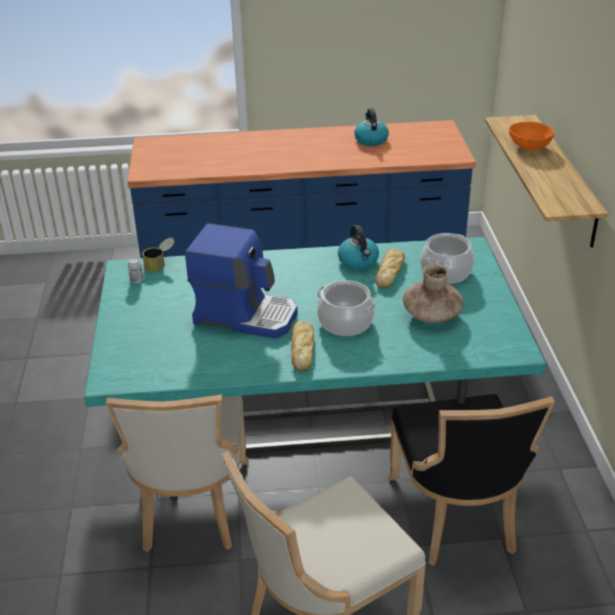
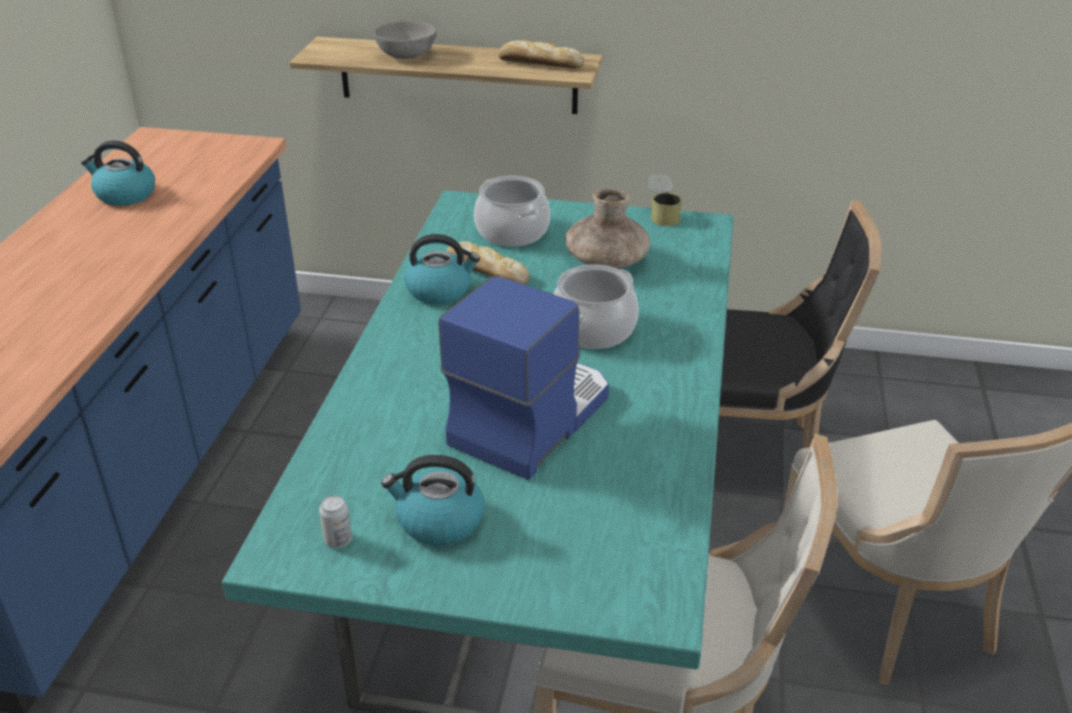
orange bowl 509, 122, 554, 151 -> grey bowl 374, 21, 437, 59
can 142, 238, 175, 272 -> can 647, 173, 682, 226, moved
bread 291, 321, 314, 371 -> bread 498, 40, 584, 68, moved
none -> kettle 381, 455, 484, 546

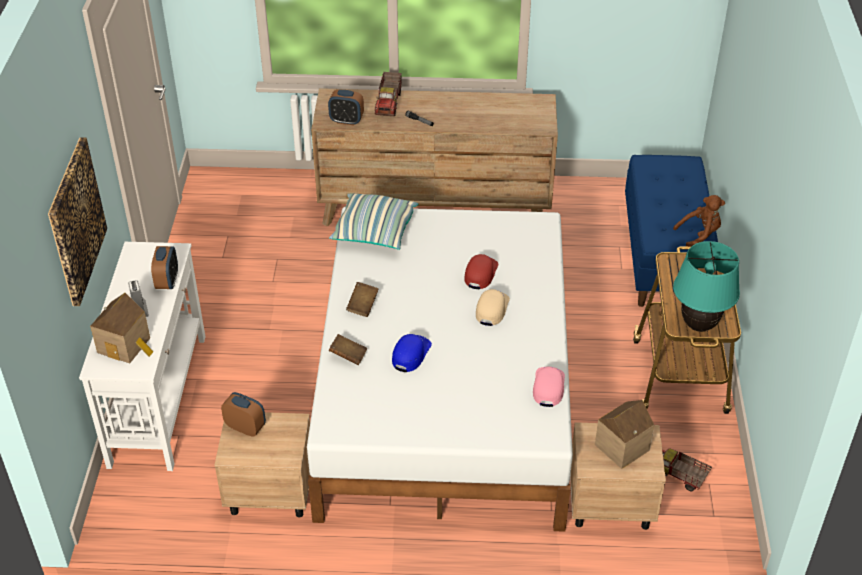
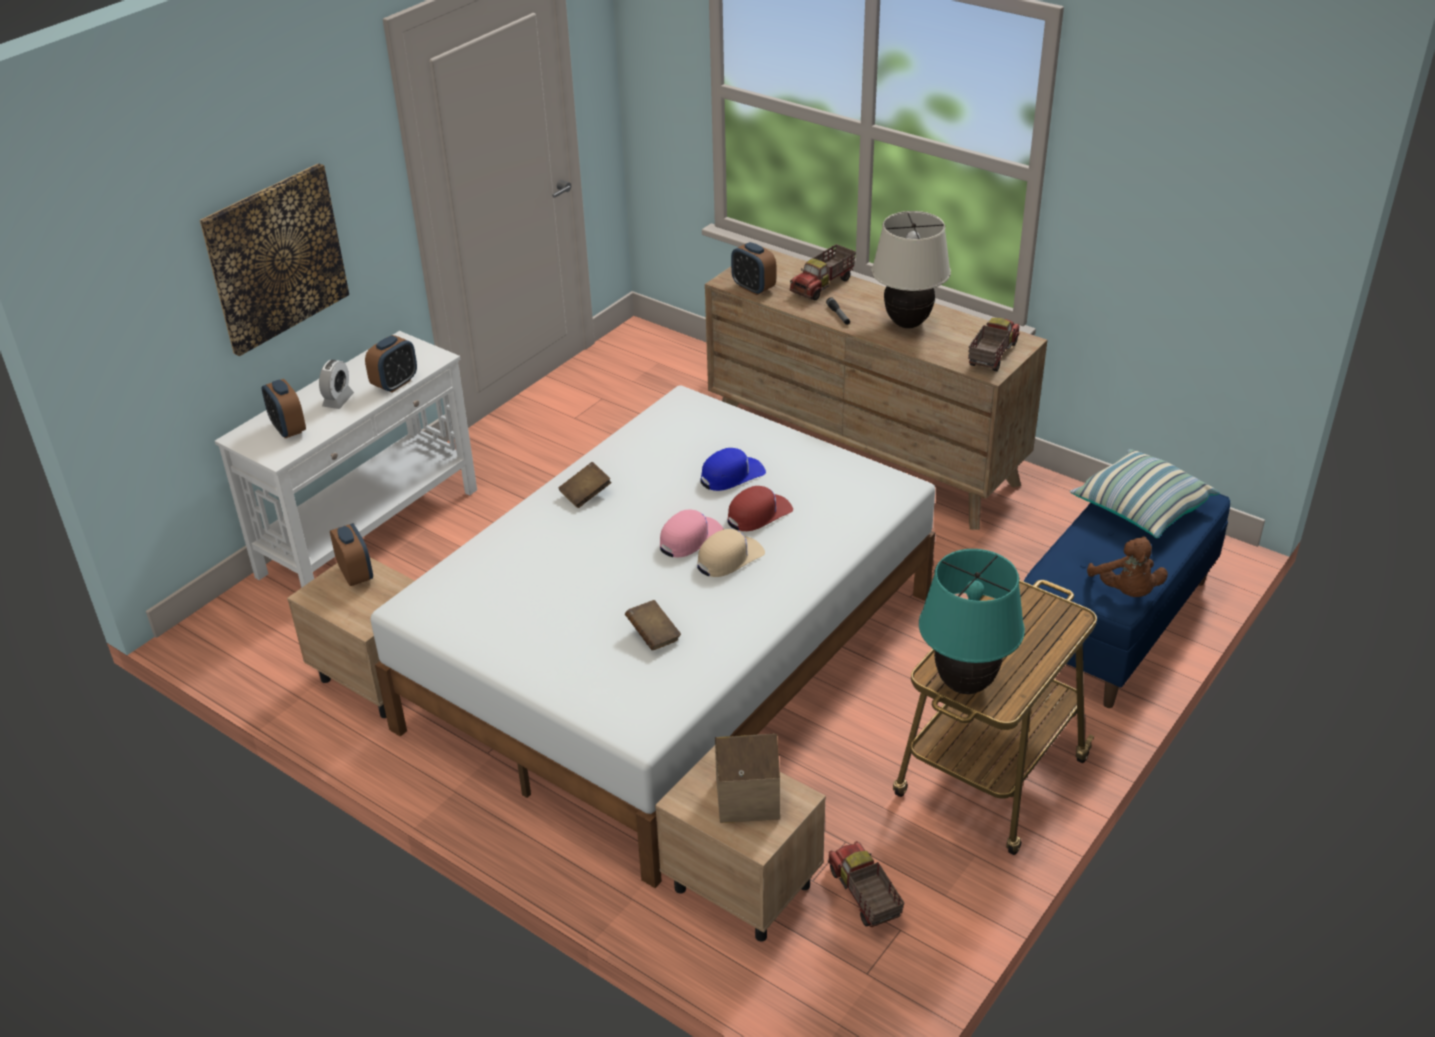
pillow 329, 194, 418, 250 -> pillow 1070, 449, 1220, 538, moved
brown plush toy 673, 195, 725, 247 -> brown plush toy 1087, 536, 1168, 597, 60 degrees clockwise
toy house 90, 293, 154, 363 -> alarm clock 262, 379, 306, 438
brown book 329, 334, 367, 365 -> brown book 625, 600, 681, 650, moved
blue cap 392, 334, 432, 372 -> blue cap 700, 448, 766, 491, moved
pink cap 533, 367, 565, 407 -> pink cap 660, 510, 724, 557, moved
none -> beige table lamp 872, 211, 951, 328
none -> toy truck 968, 318, 1020, 371

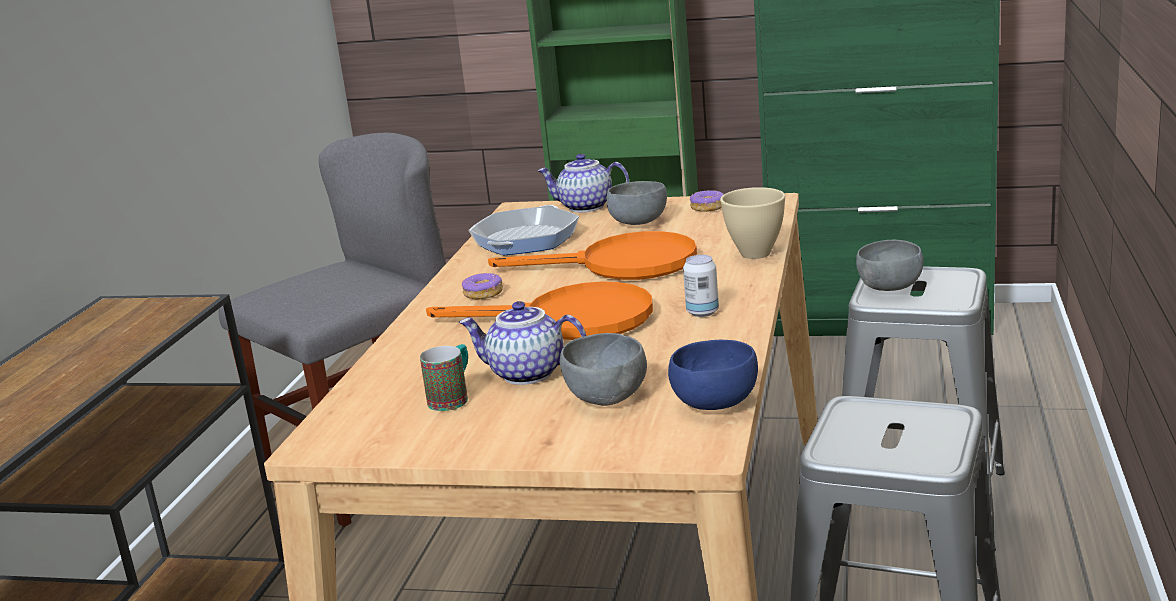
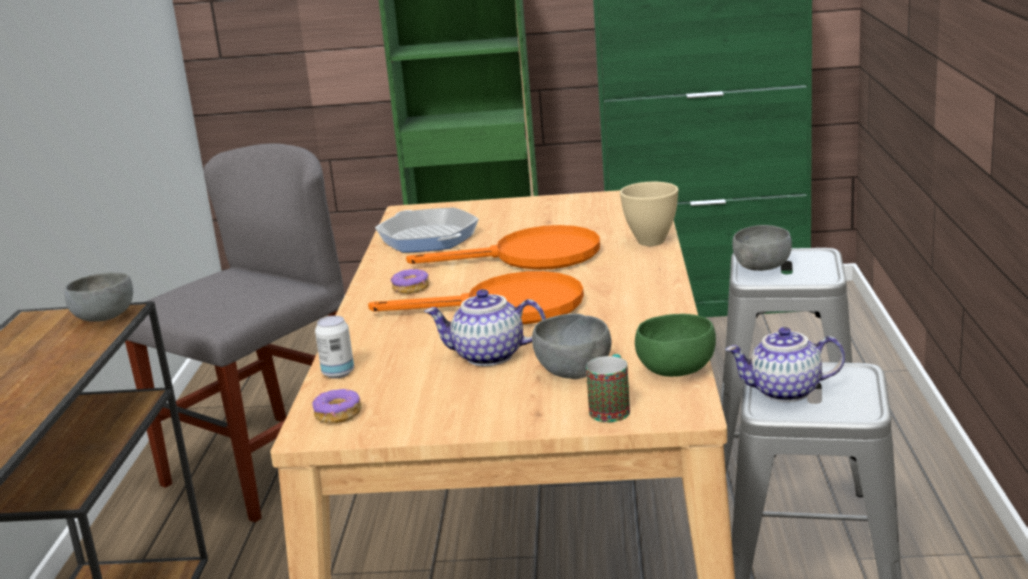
teapot 537, 154, 629, 212 -> teapot 725, 327, 845, 402, moved
grey bowl 607, 181, 667, 225 -> grey bowl 64, 272, 133, 322, moved
donut 689, 190, 724, 212 -> donut 312, 389, 362, 423, moved
frying pan 468, 205, 579, 255 -> frying pan 375, 207, 479, 253, 135 degrees clockwise
can 683, 255, 719, 317 -> can 315, 316, 354, 379, moved
blue bowl 668, 340, 758, 410 -> green bowl 635, 314, 716, 377
mug 420, 344, 468, 411 -> mug 586, 354, 630, 422, moved

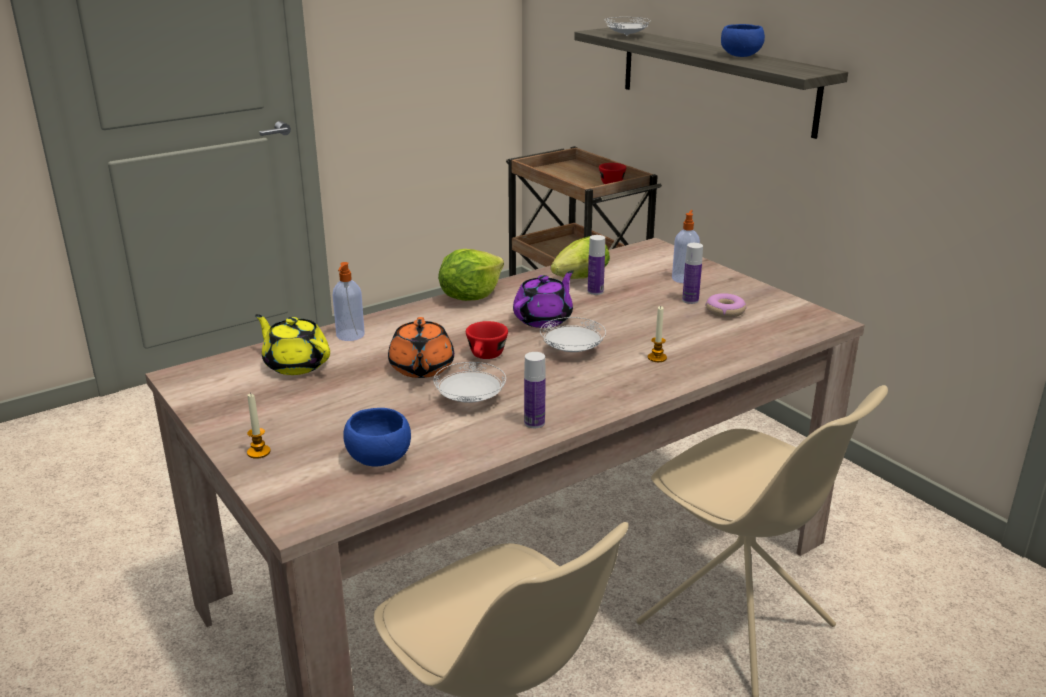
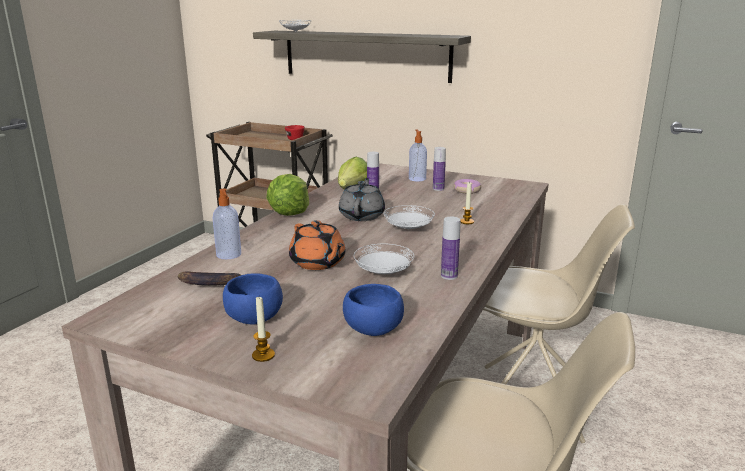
blue bowl 721, 24, 765, 57 -> blue bowl 223, 273, 283, 325, moved
purple teapot 513, 270, 574, 328 -> grey teapot 339, 178, 385, 221
yellow teapot 255, 314, 330, 375 -> banana 178, 271, 241, 285
red cup 466, 321, 508, 359 -> none

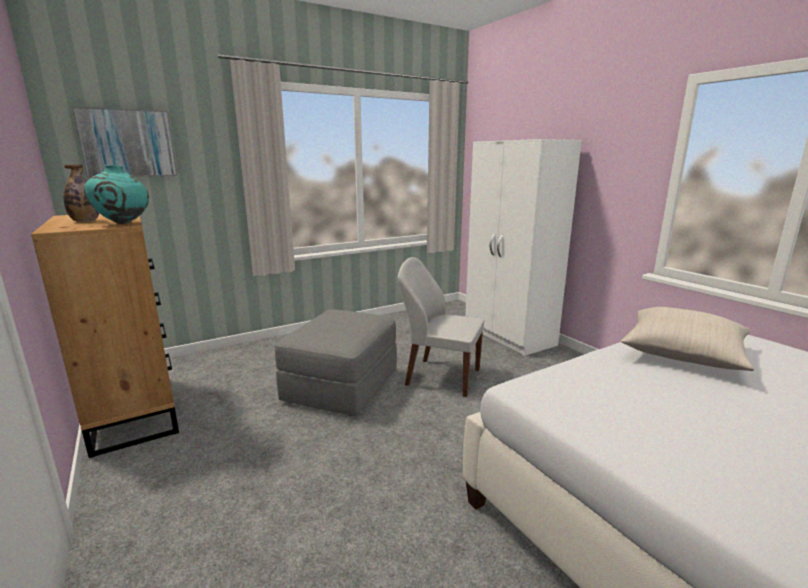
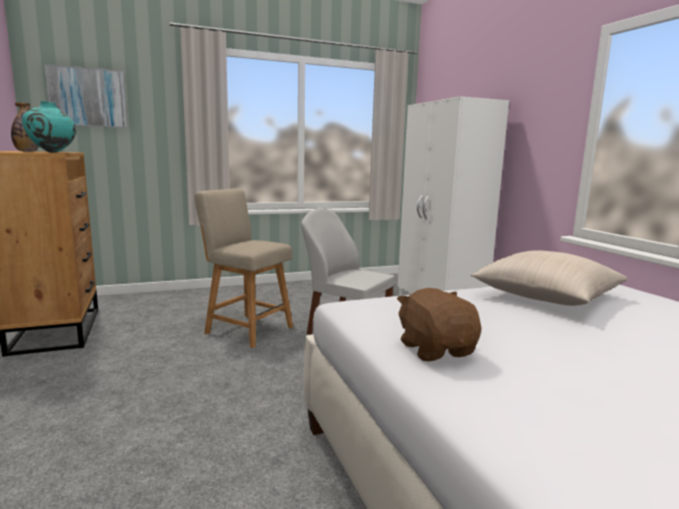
grey ottoman 275, 309, 397, 416 -> beige chair 194, 188, 293, 348
none -> brown plush toy 397, 288, 481, 361

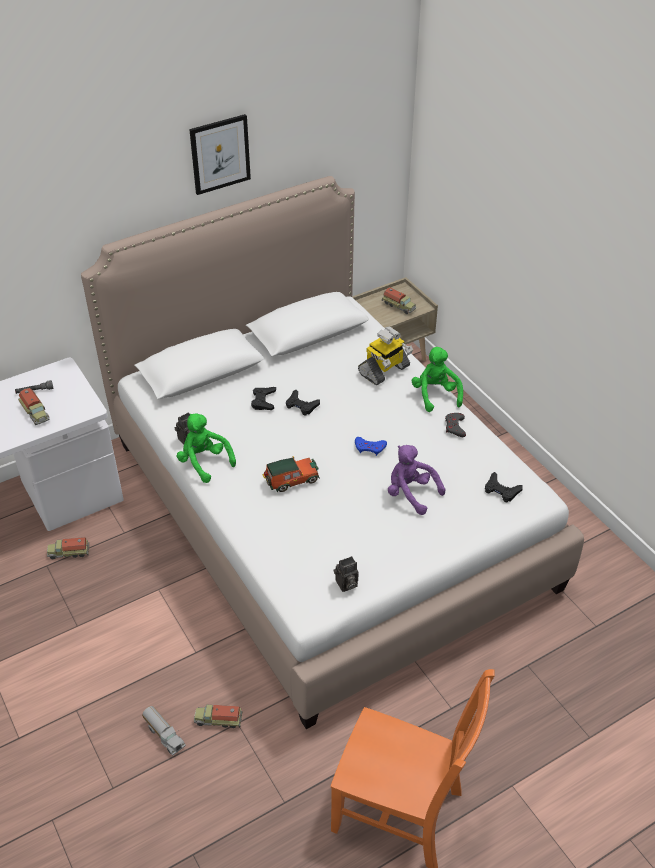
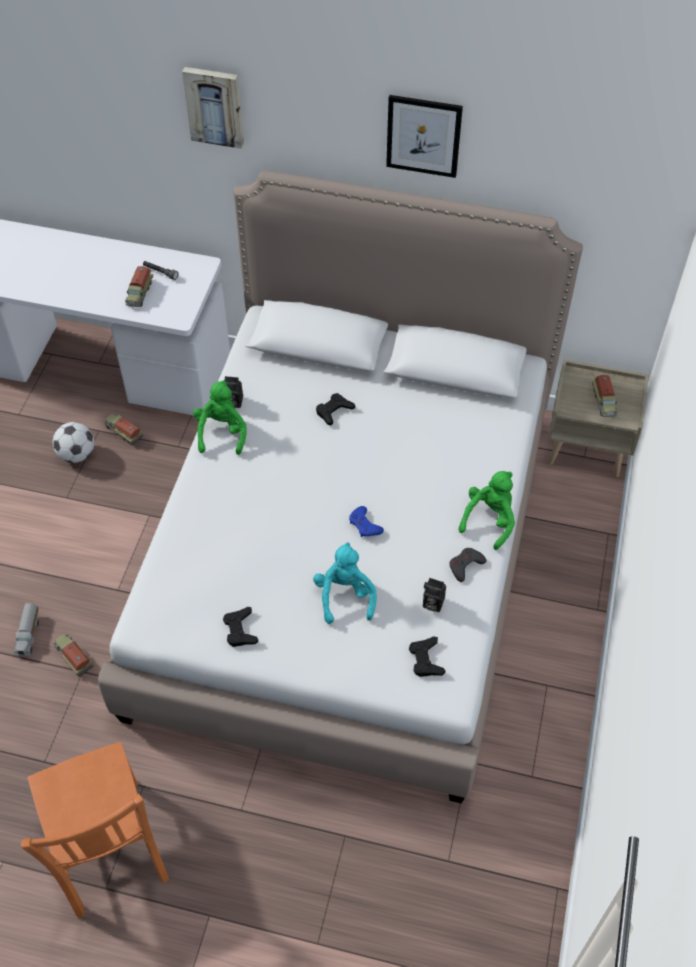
toy robot 358, 326, 413, 385 -> none
black game controller 286, 390, 320, 416 -> black game controller 223, 607, 258, 647, moved
purple plush toy 388, 445, 445, 515 -> turquoise plush toy 313, 542, 377, 624
toy car 262, 456, 320, 492 -> none
photo camera 334, 556, 359, 592 -> photo camera 423, 578, 446, 612, moved
none -> picture 182, 67, 244, 149
none -> football 53, 422, 94, 463

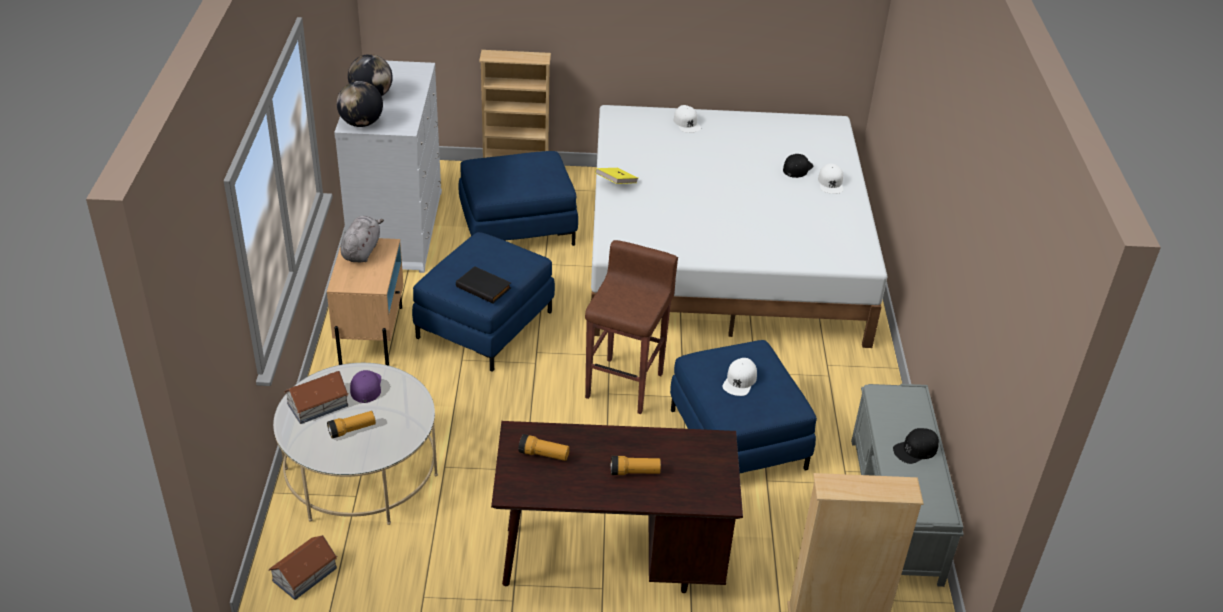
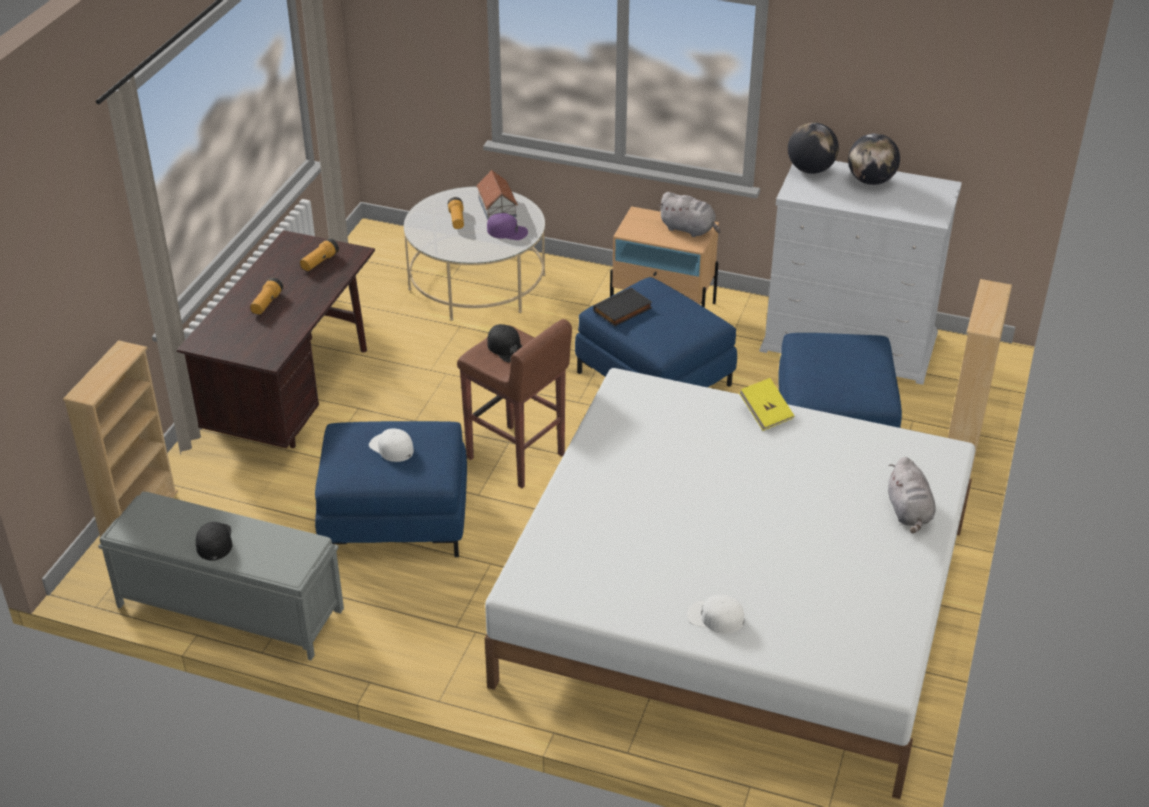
white cap 674, 105, 701, 133 -> grey plush toy 888, 457, 936, 533
black cap 783, 154, 813, 178 -> black cap 487, 324, 523, 363, moved
toy house 269, 535, 338, 600 -> none

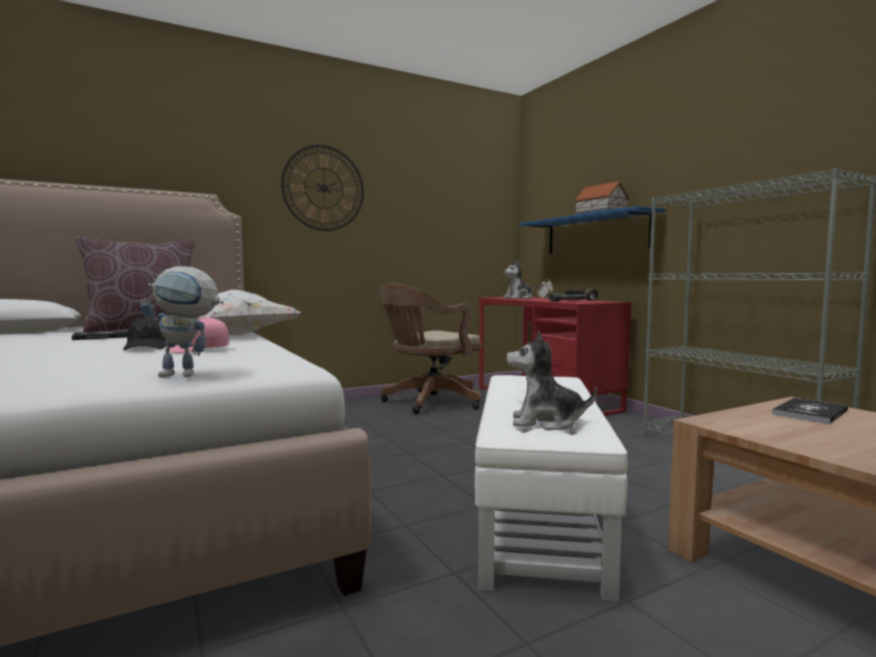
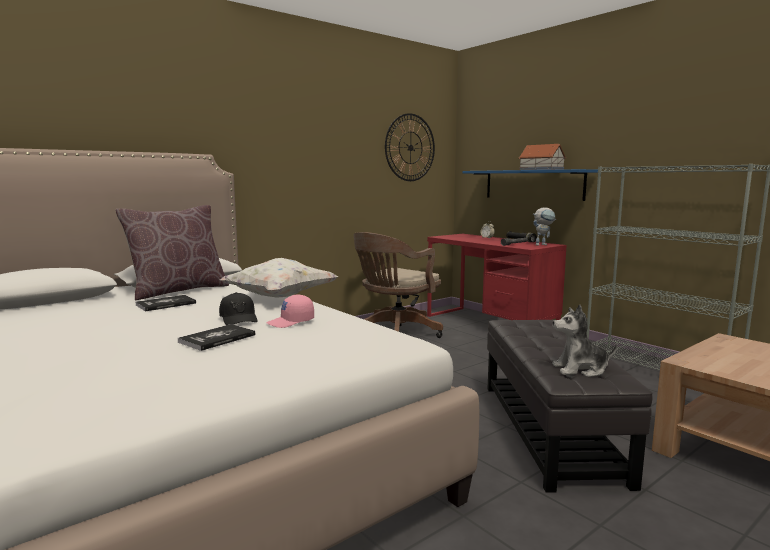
wall clock 281, 145, 364, 231 -> wall clock 385, 113, 435, 181, moved
plush toy 503, 259, 534, 299 -> none
toy robot 140, 266, 224, 377 -> toy robot 533, 207, 557, 246, moved
white ottoman 475, 375, 628, 602 -> black ottoman 487, 320, 653, 493
book 772, 398, 848, 424 -> book 178, 324, 255, 351, moved

